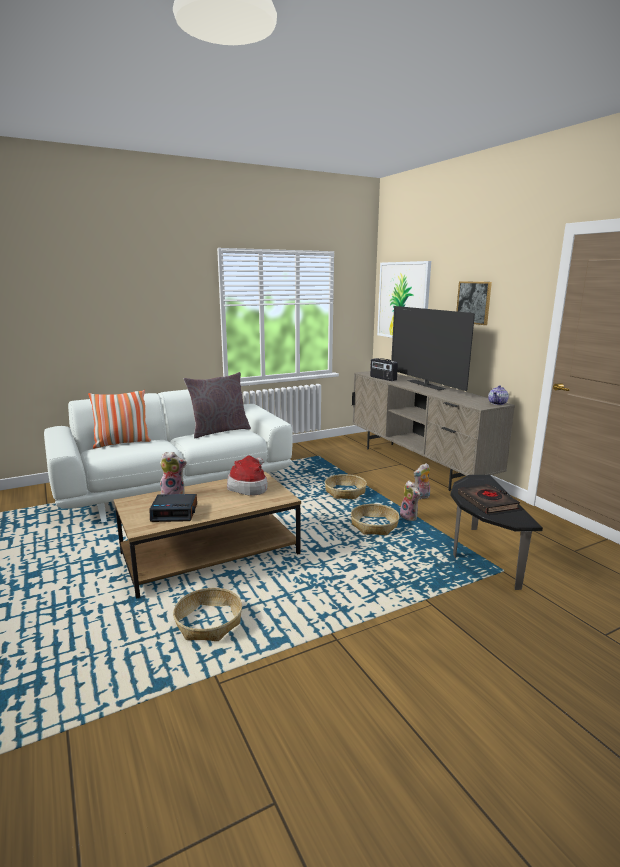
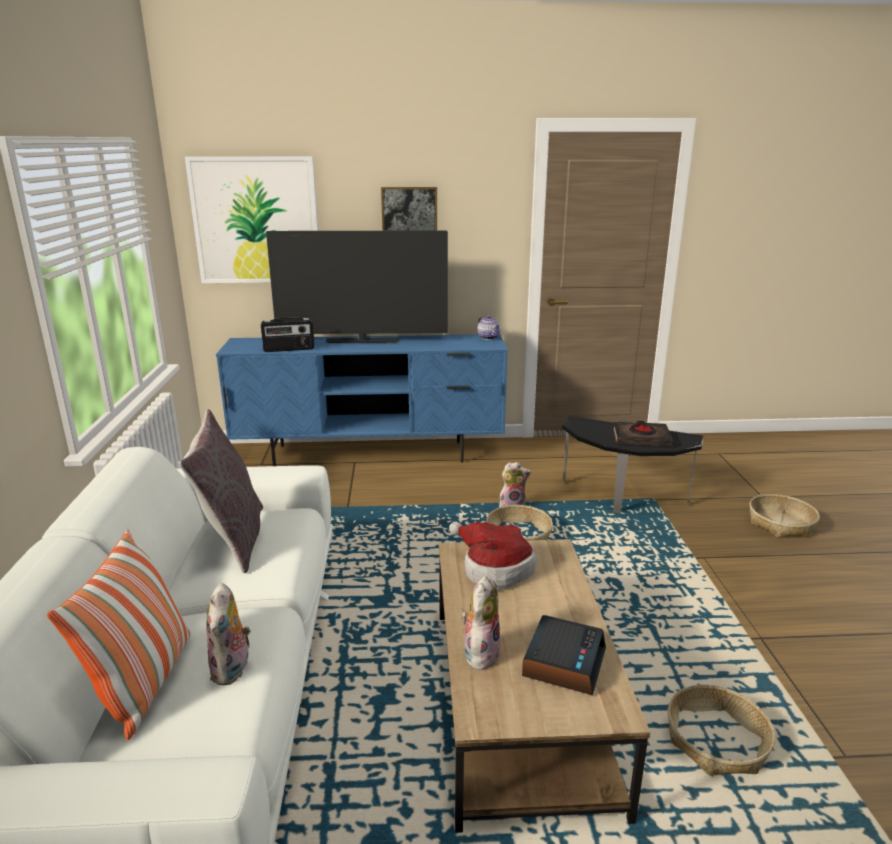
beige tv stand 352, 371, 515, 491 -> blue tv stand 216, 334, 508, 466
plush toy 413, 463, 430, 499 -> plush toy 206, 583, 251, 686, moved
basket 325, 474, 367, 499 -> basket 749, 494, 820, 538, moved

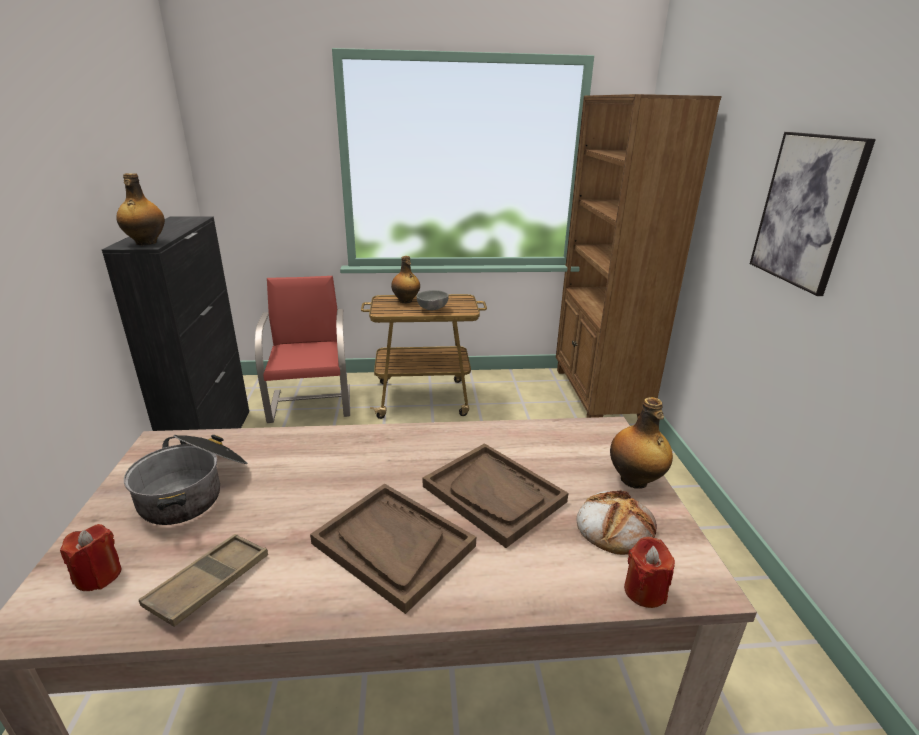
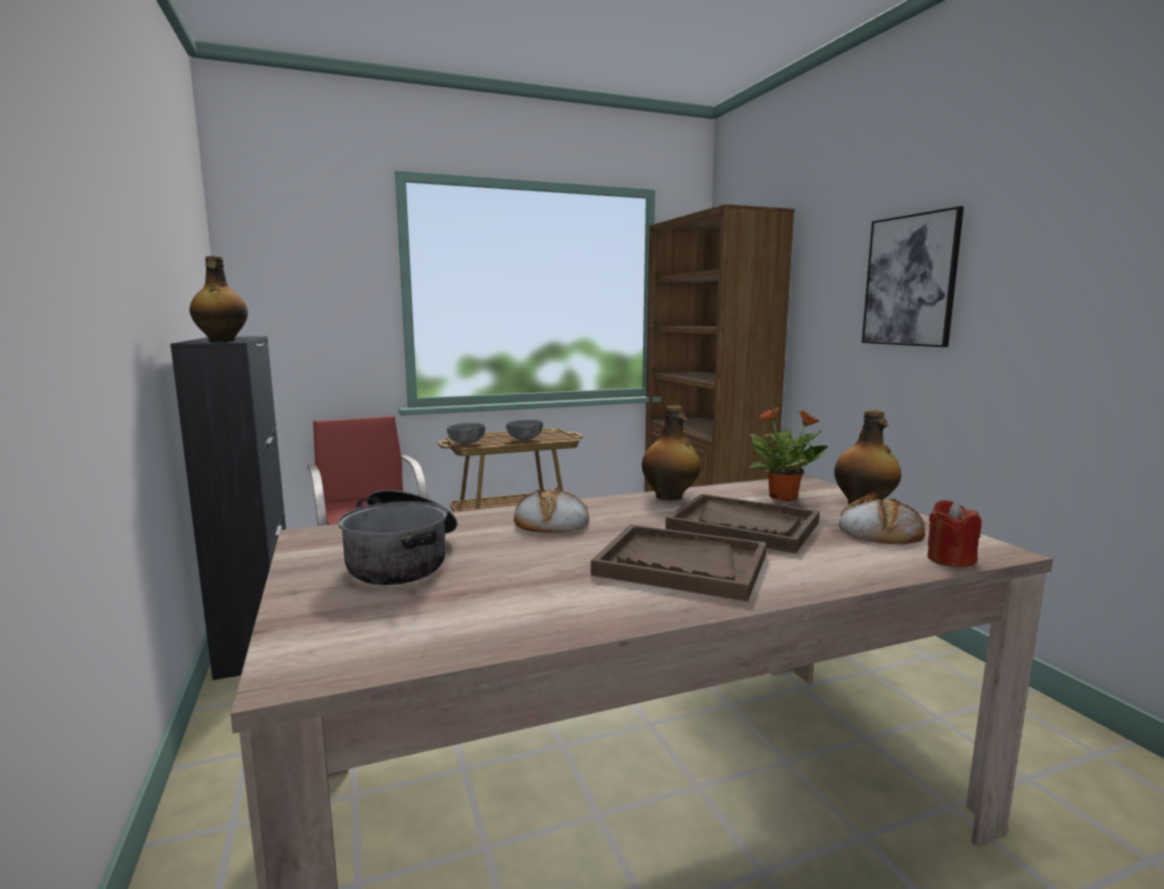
bottle 391, 256, 420, 303 -> bottle 642, 405, 701, 500, moved
red candle 60, 524, 121, 591 -> none
brown tray 139, 534, 268, 627 -> none
none -> potted plant 749, 406, 828, 501
none -> grey bowl 447, 423, 485, 444
none -> bread 514, 487, 589, 533

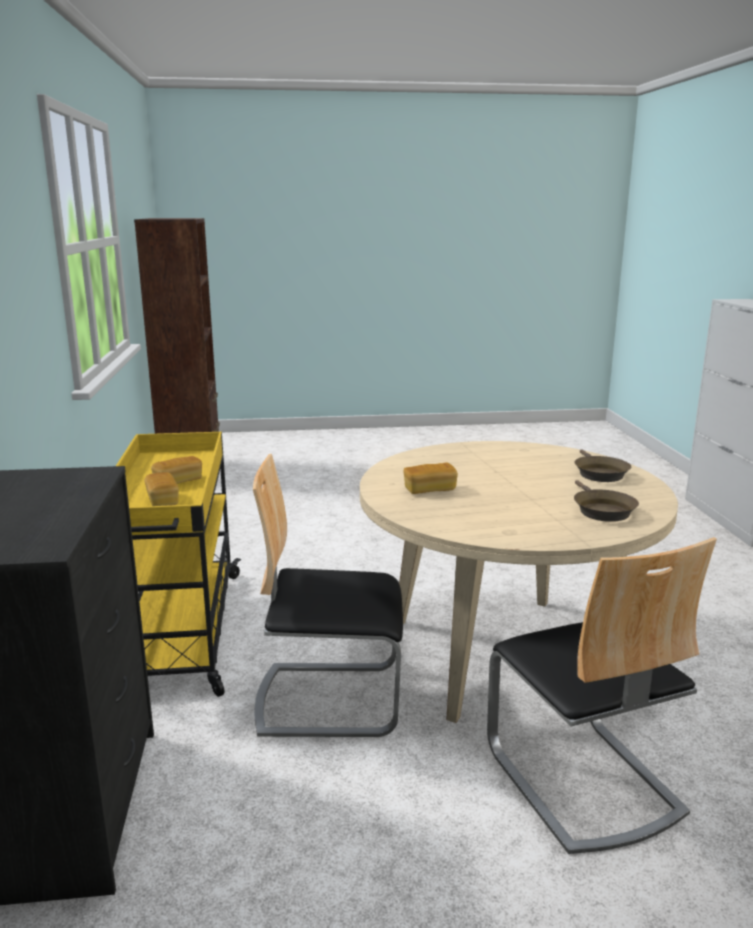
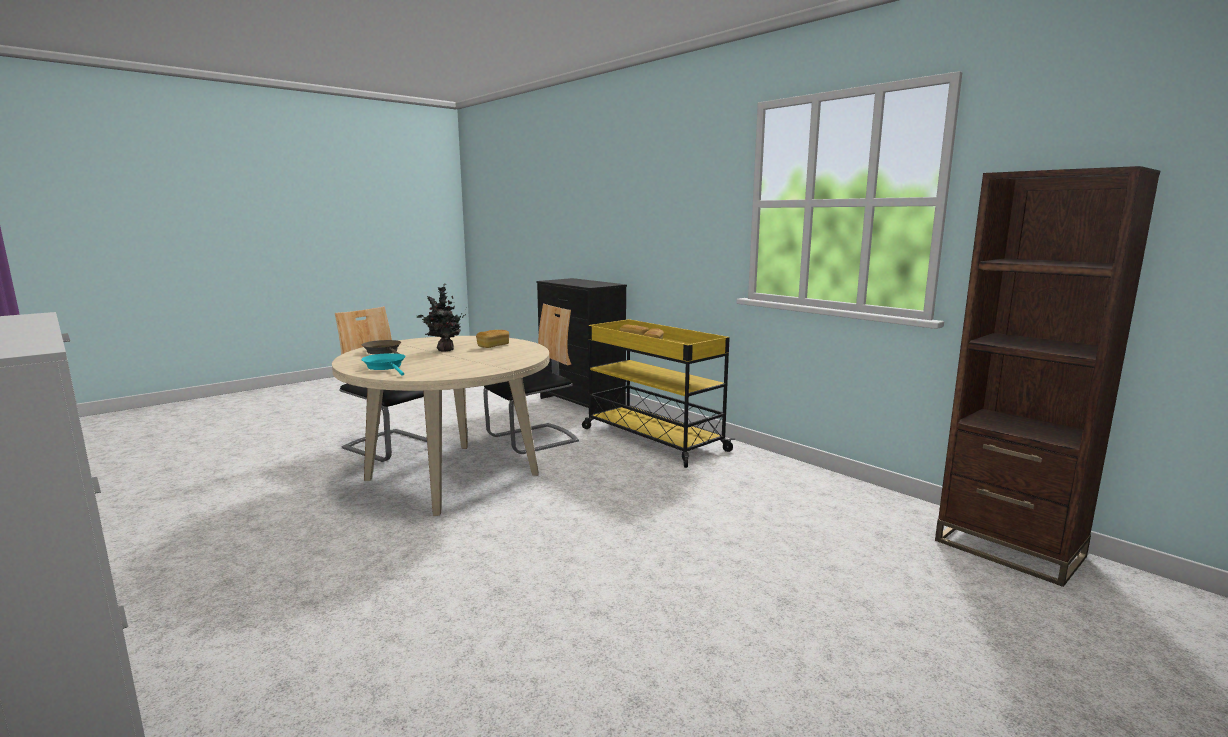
brown frying pan 574, 449, 631, 482 -> turquoise frying pan 361, 353, 405, 376
none -> potted plant 417, 283, 467, 352

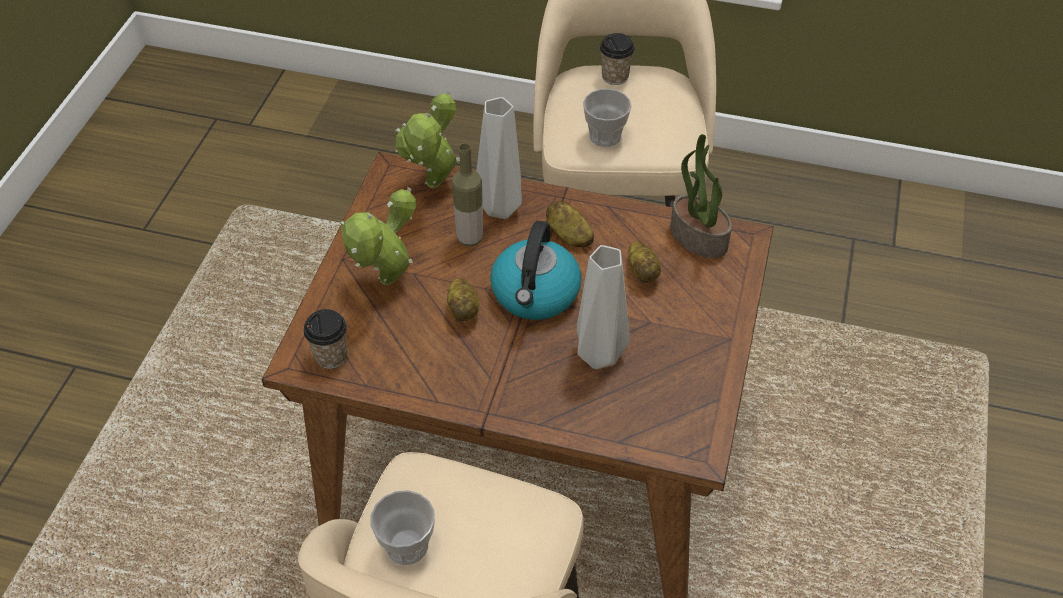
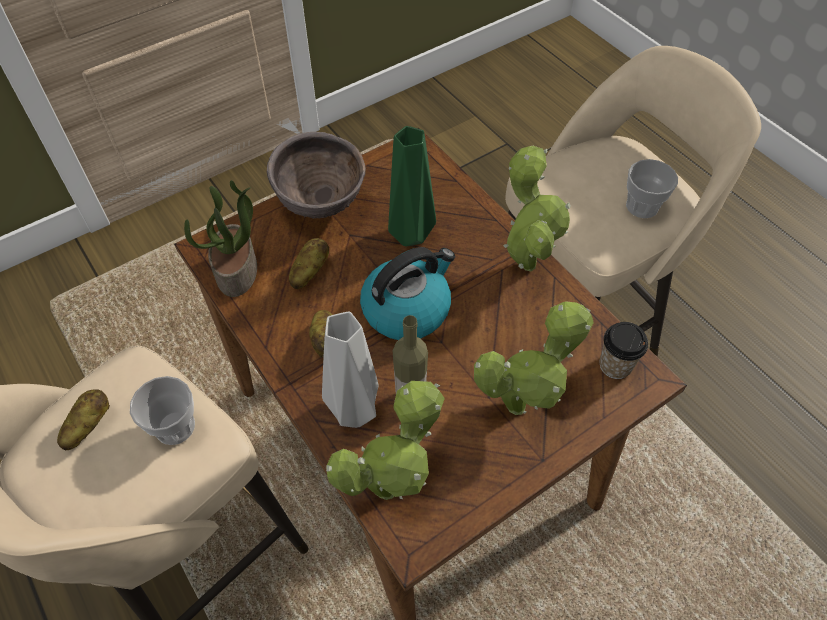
cup 600, 33, 635, 85 -> none
grey vase 577, 245, 630, 369 -> green vase 388, 126, 436, 247
potato 447, 278, 479, 322 -> potato 57, 389, 110, 451, moved
none -> brown bowl 267, 132, 366, 219
none -> potted plant 503, 146, 571, 271

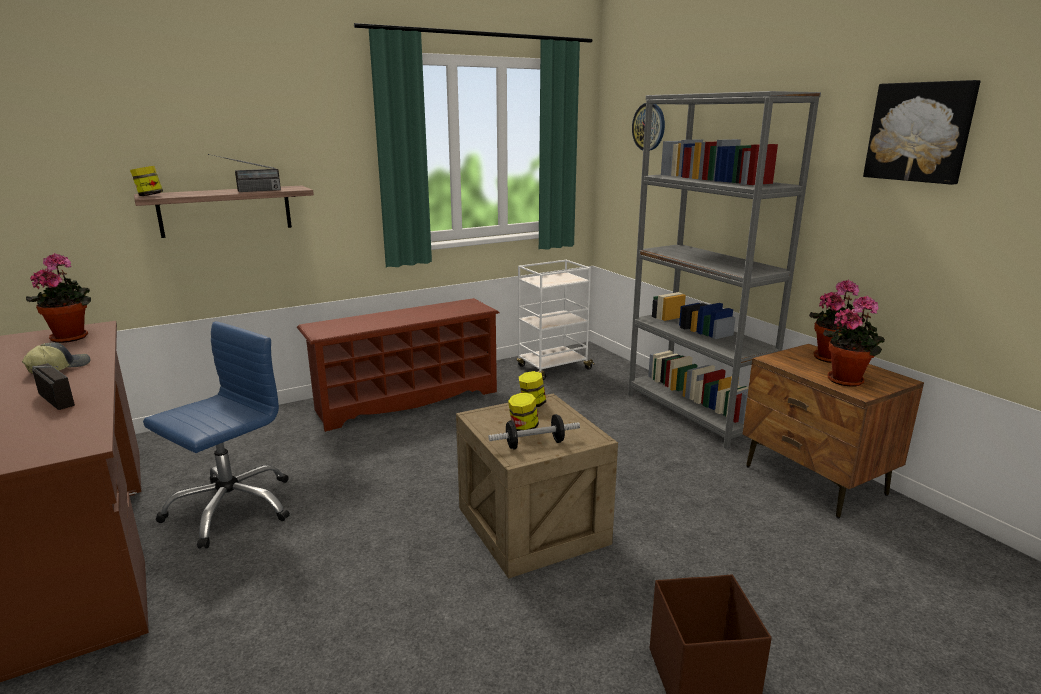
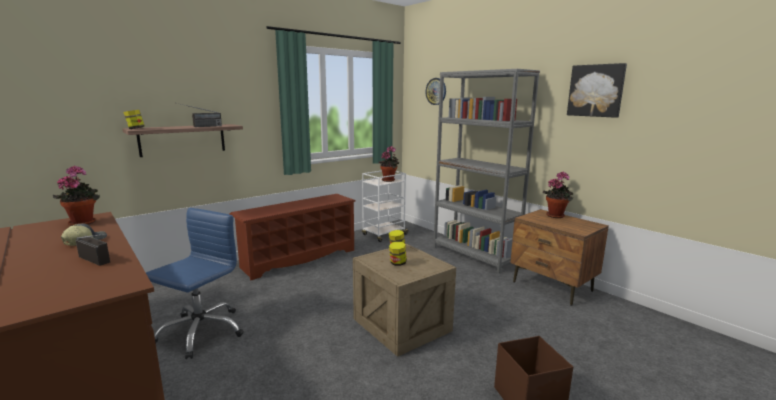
potted plant 823, 295, 885, 386 -> potted plant 379, 146, 399, 182, moved
dumbbell 489, 414, 580, 450 -> none

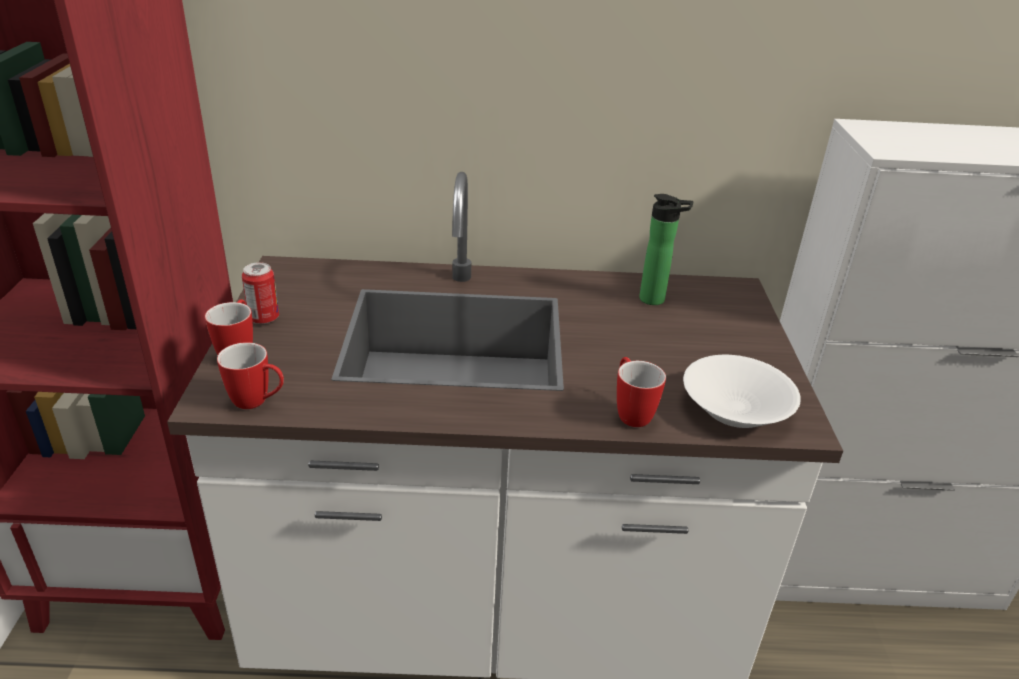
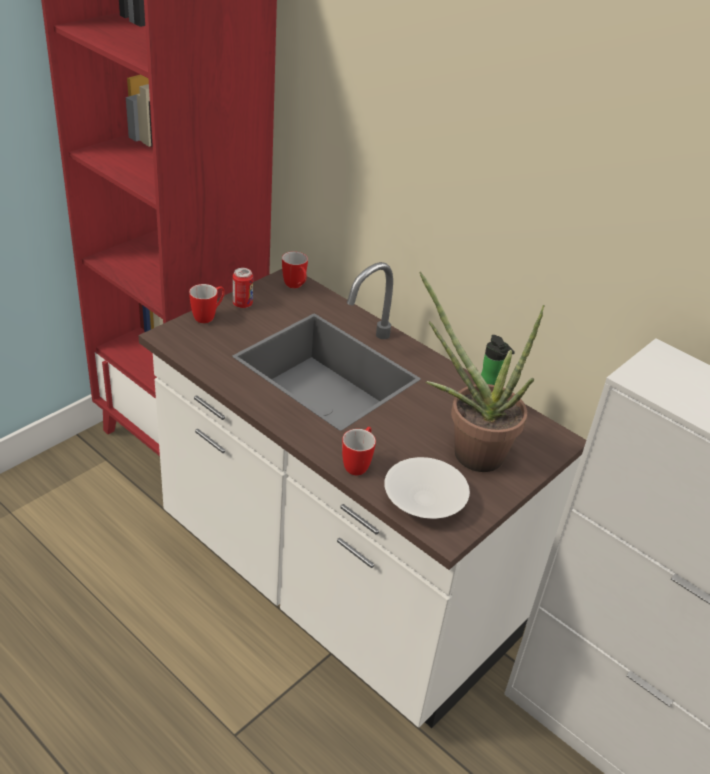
mug 217, 342, 284, 409 -> mug 282, 251, 308, 288, moved
none -> potted plant 419, 272, 545, 472

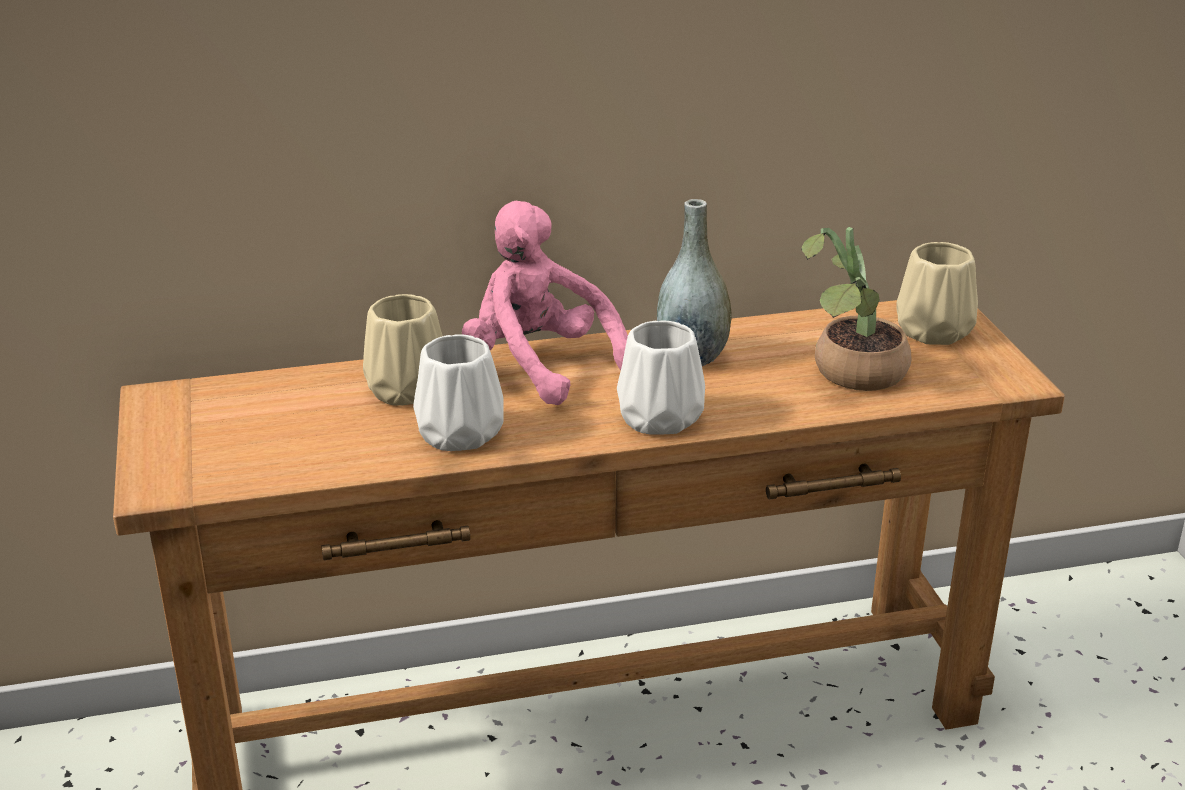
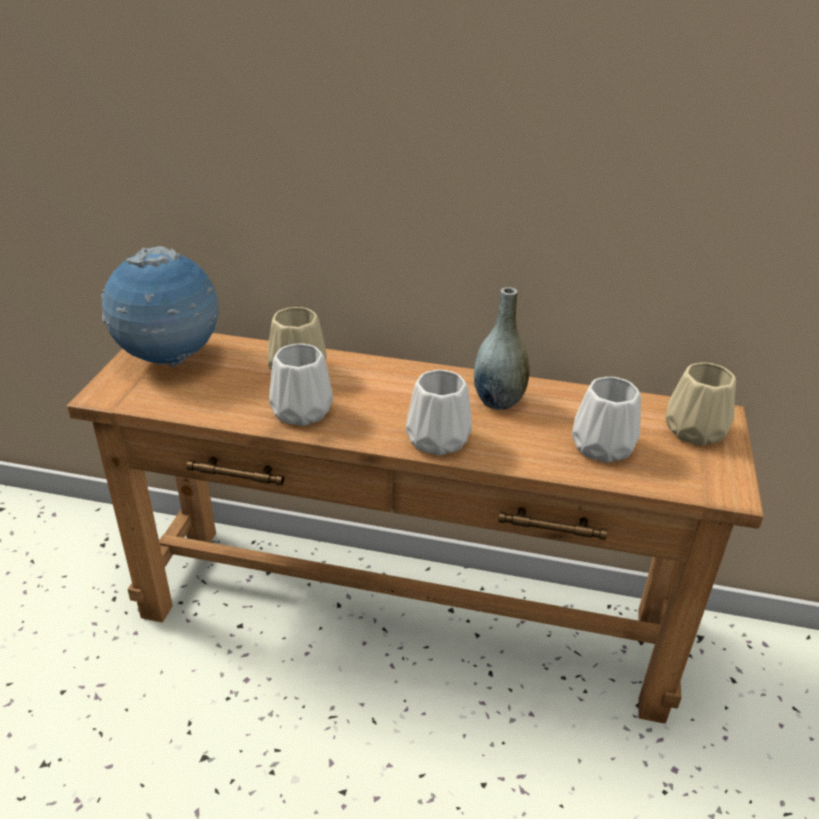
pink plush toy 462, 201, 628, 405 -> none
potted plant 802, 227, 911, 391 -> white vase 572, 377, 641, 463
none -> globe 101, 246, 219, 367

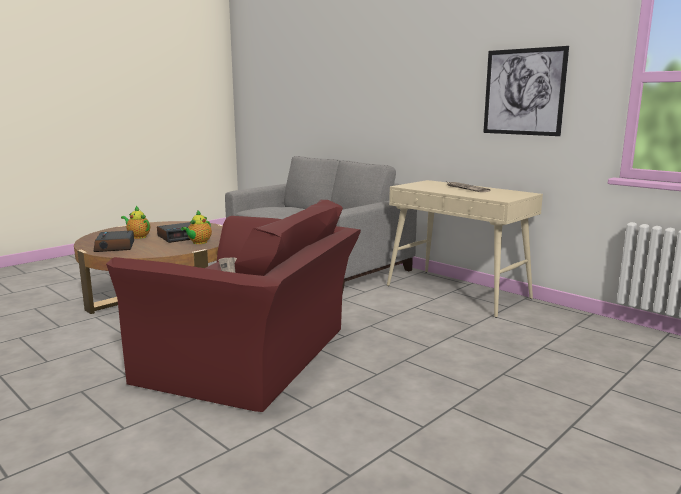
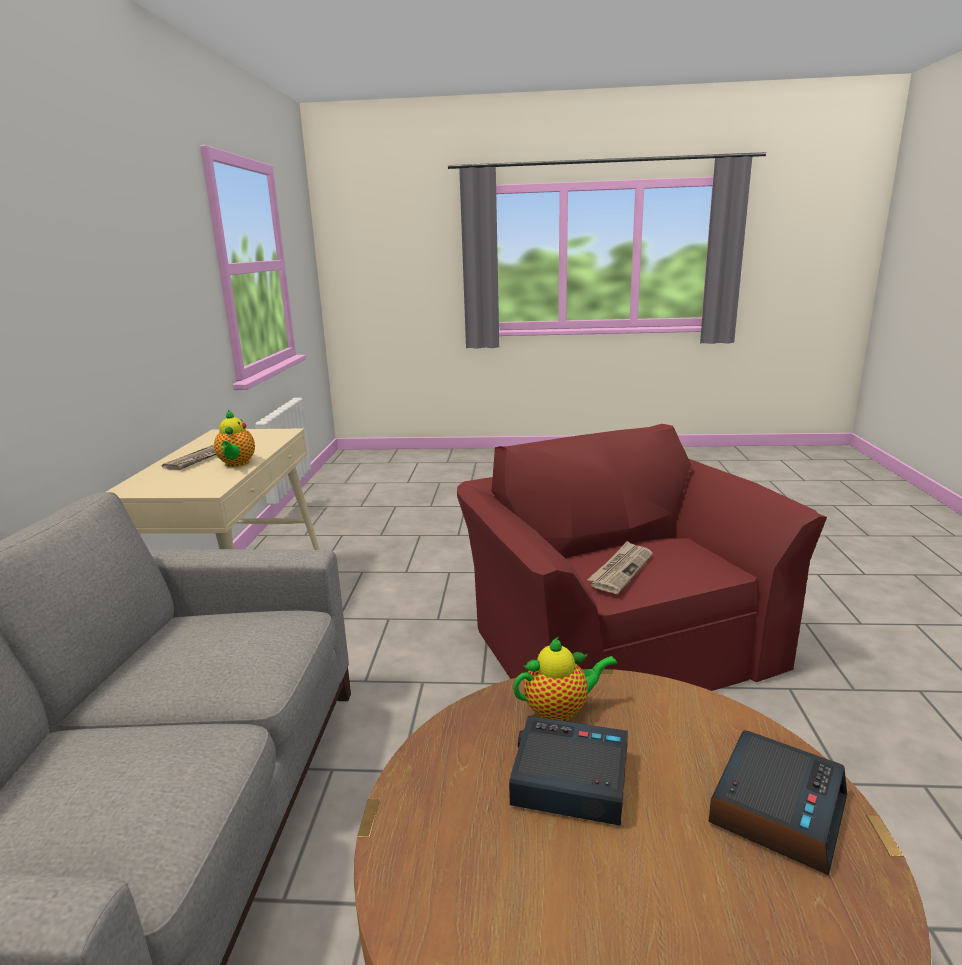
picture 483, 46, 569, 136 -> none
teapot 121, 206, 150, 239 -> teapot 214, 410, 255, 467, moved

